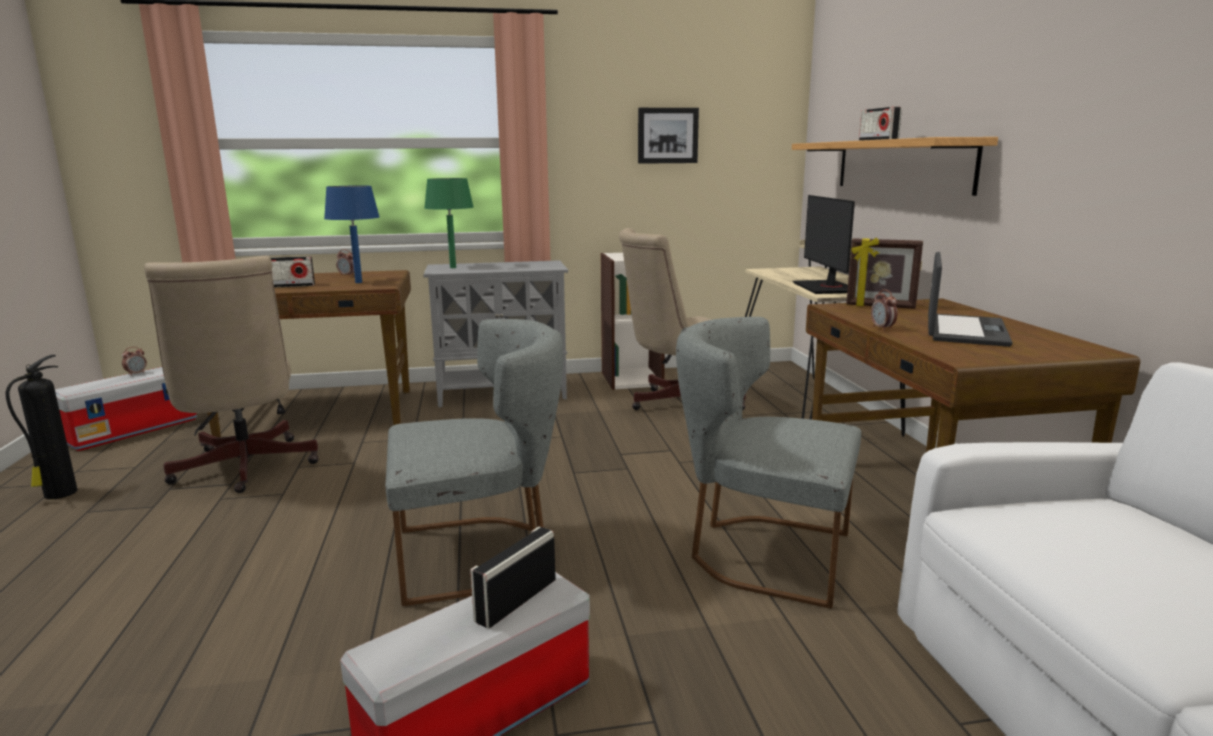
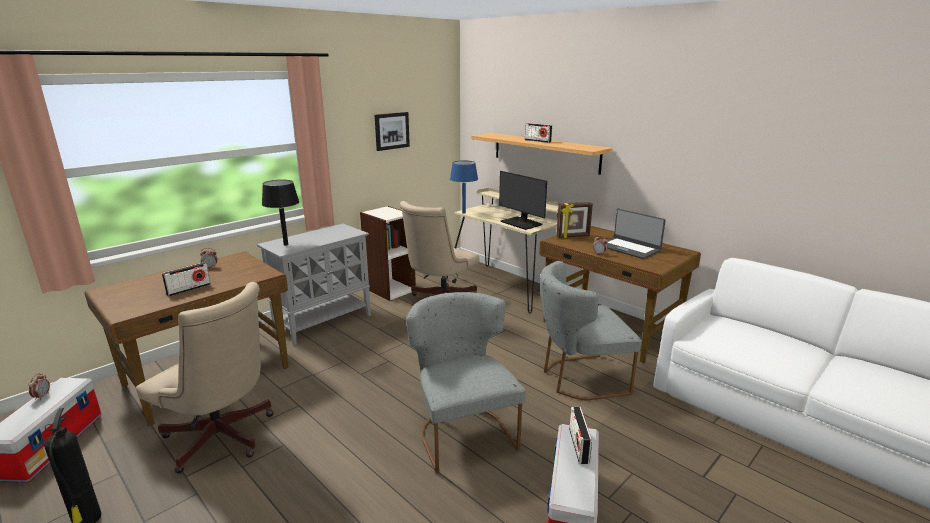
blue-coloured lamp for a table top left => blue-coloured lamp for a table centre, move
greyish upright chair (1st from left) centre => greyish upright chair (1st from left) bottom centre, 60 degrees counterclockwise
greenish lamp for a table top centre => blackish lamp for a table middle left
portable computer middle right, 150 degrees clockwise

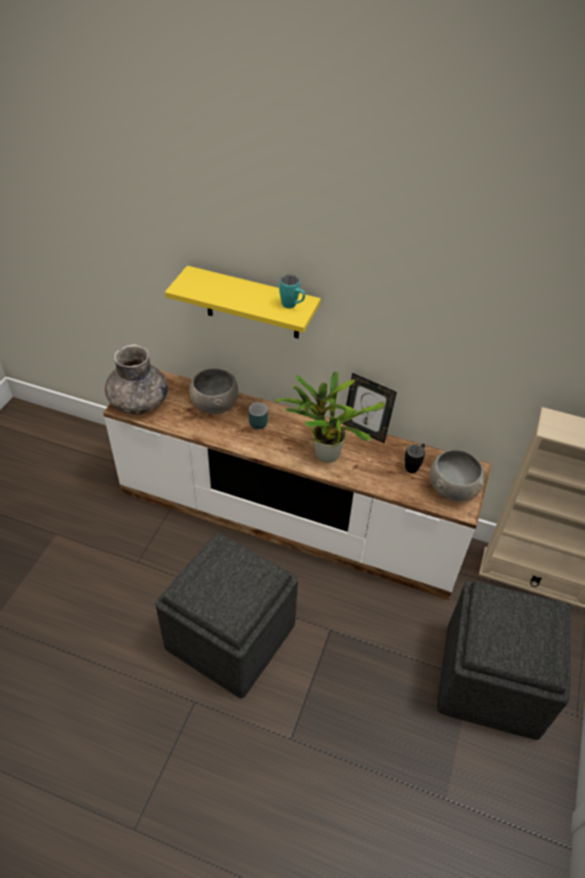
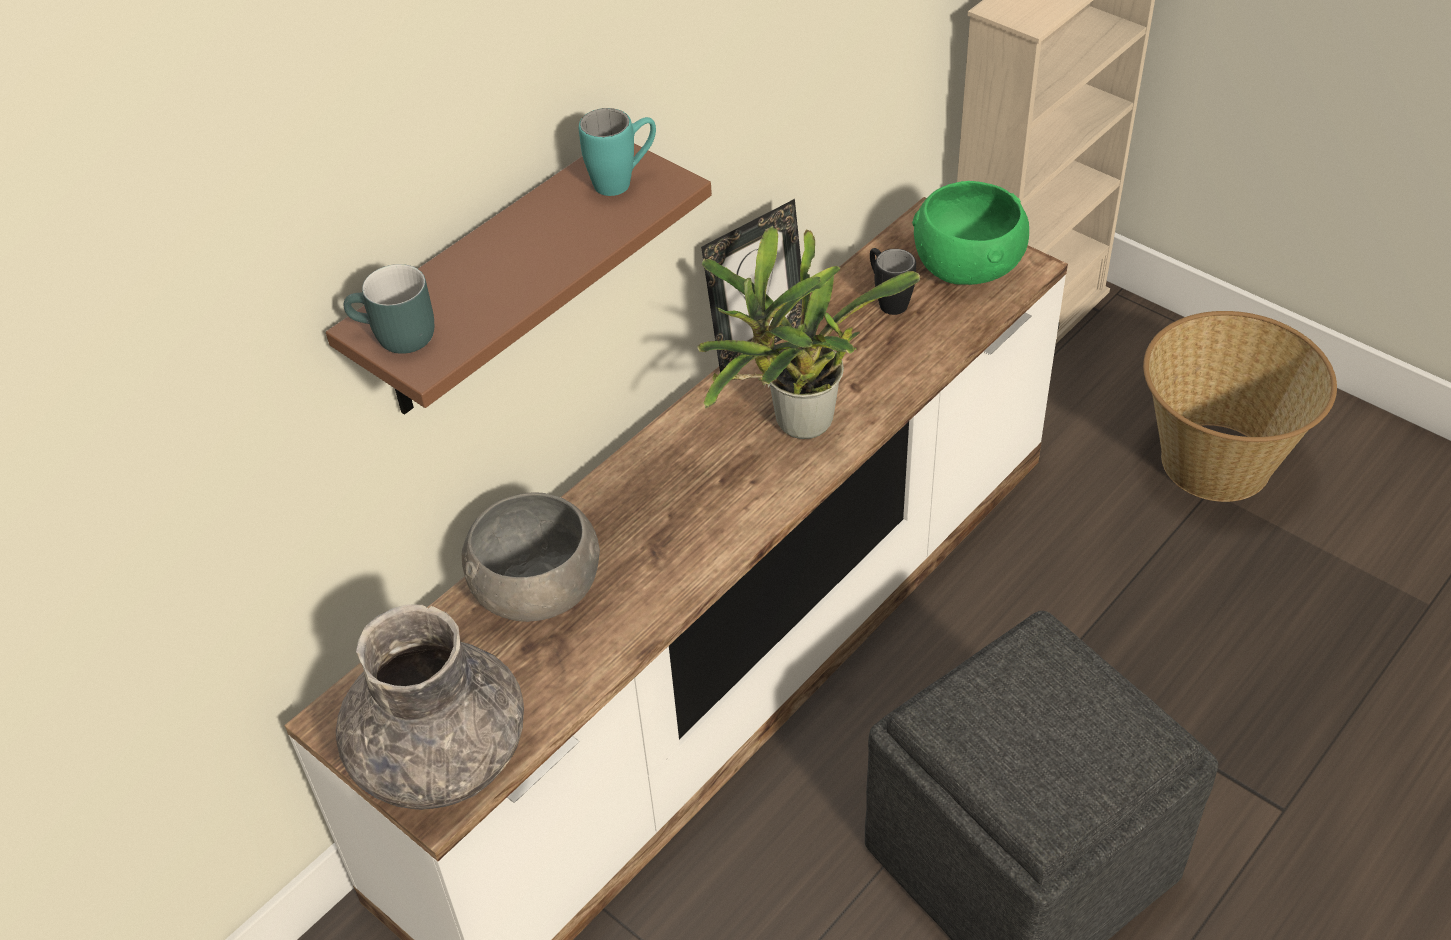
yellow-coloured shelf centre => brownish shelf top centre
turquoise-coloured mug (1st from left) centre => turquoise-coloured mug (1st from left) top left, move
greyish deep dish (2nd from left) middle right => greenish deep dish top right
greyish footrest (2nd from left) bottom right => household basket middle right

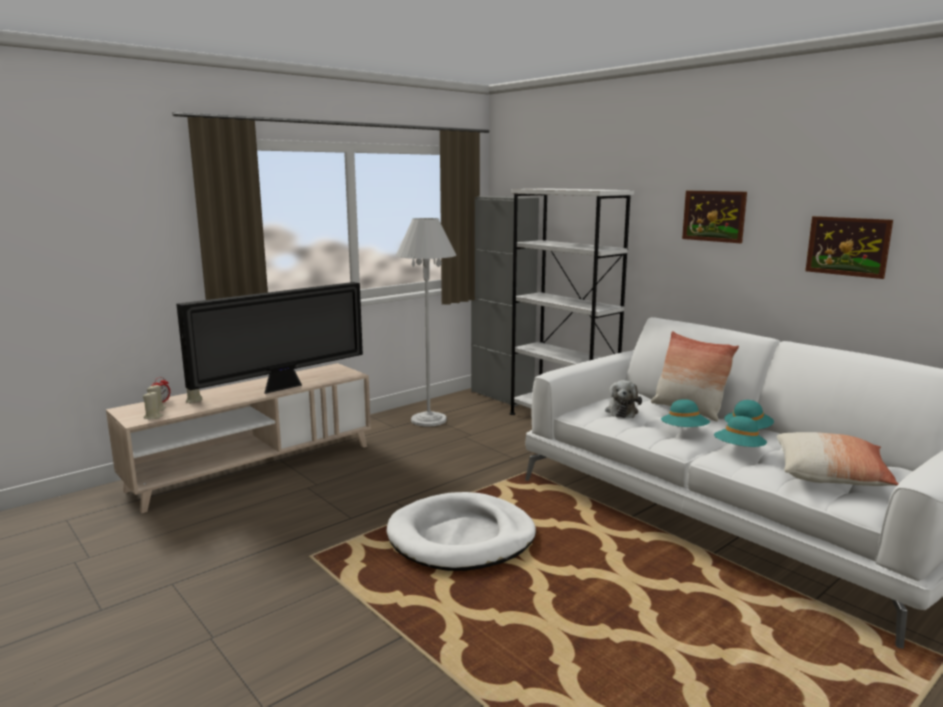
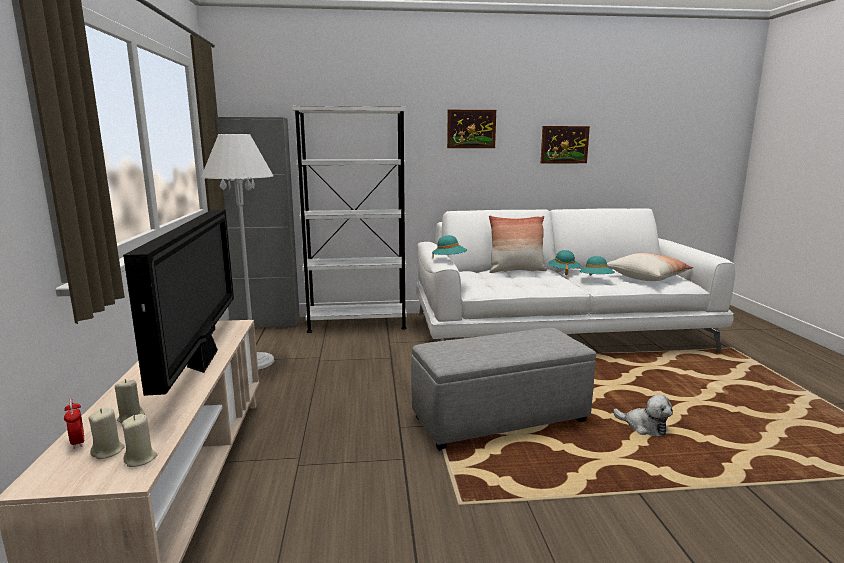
white-coloured pet bed bottom centre => greyish footrest bottom centre
soft toy centre => soft toy bottom right, move
turquoise-coloured hat (1st from left) middle right => turquoise-coloured hat (1st from left) centre, move

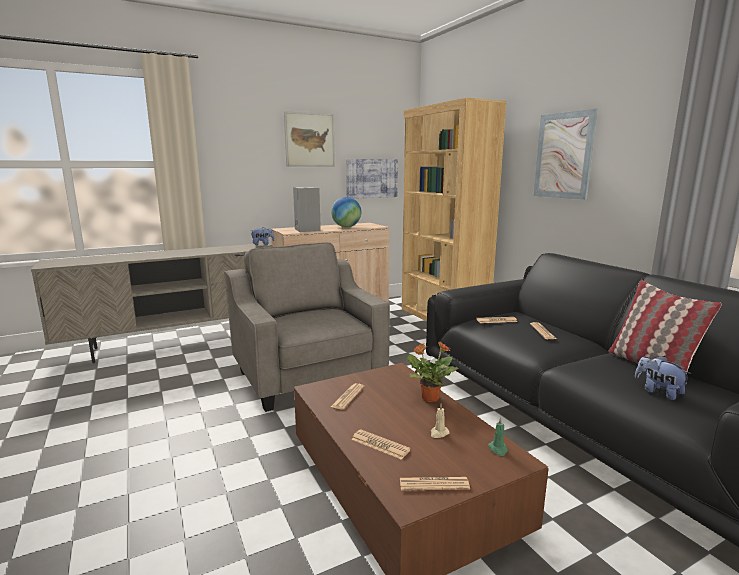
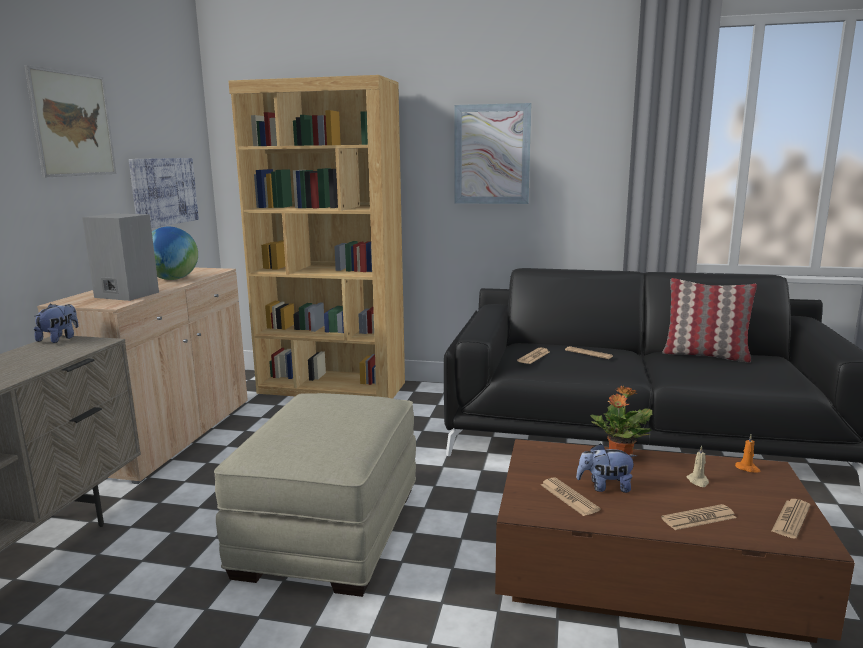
greyish lounge chair centre => sand-coloured footrest bottom centre
greenish wax light bottom right => orange-coloured wax light bottom right
soft toy (2nd from left) middle right => soft toy (2nd from left) bottom right, move

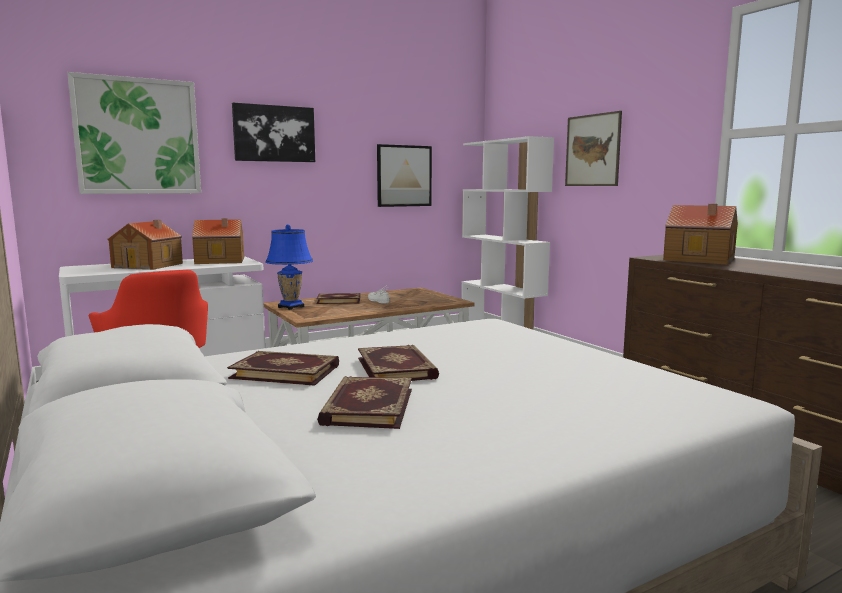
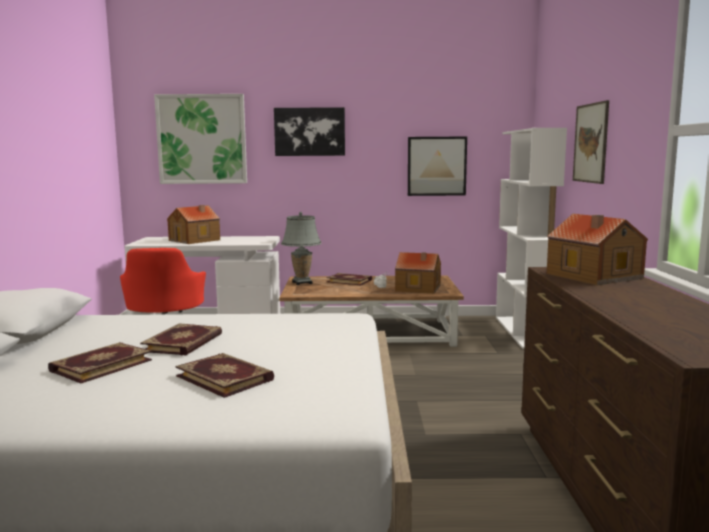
toy house (2nd from left) middle left => toy house (2nd from left) centre, move
bound book (1st from left in the first image) centre => bound book (3rd from left) bottom left, move
blue-coloured lamp for a table centre => greyish lamp for a table centre

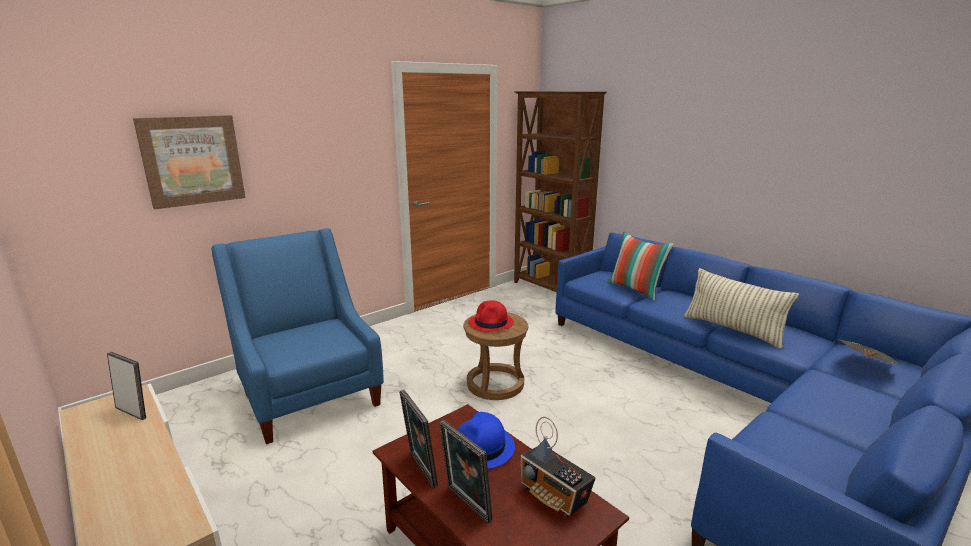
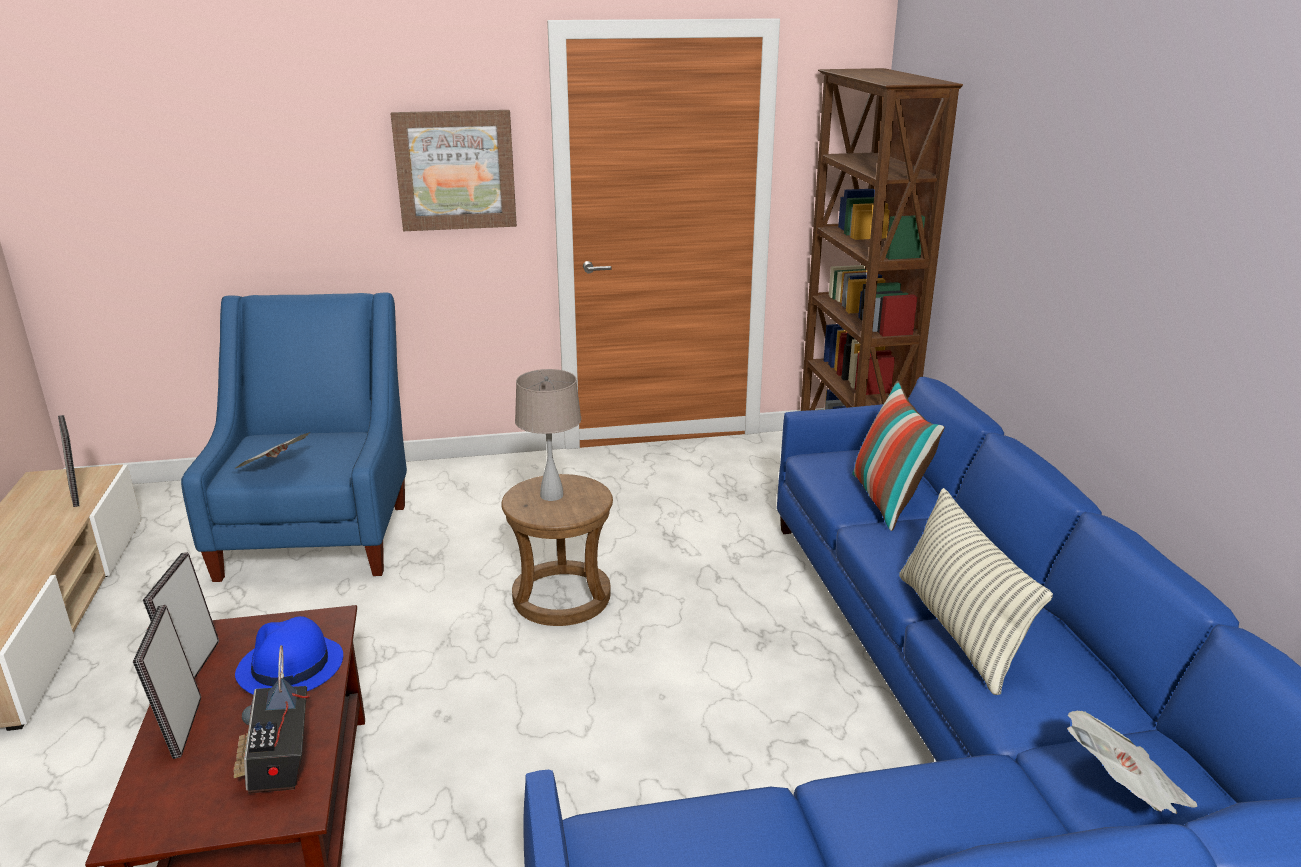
wall picture top left => wall picture top centre, move
reddish hat centre => sand-coloured lamp for a table centre
nothing => daily paper (1st from left) middle left

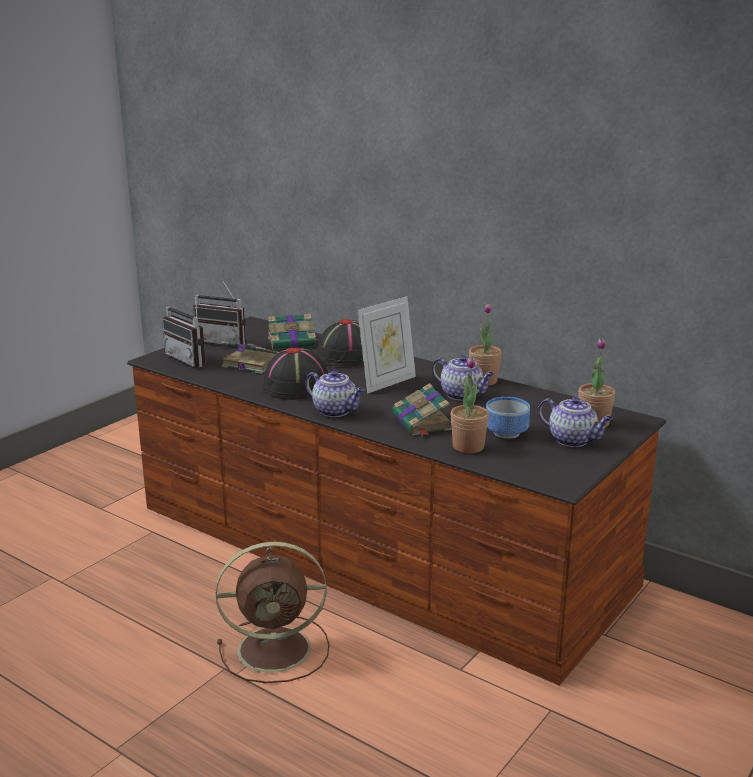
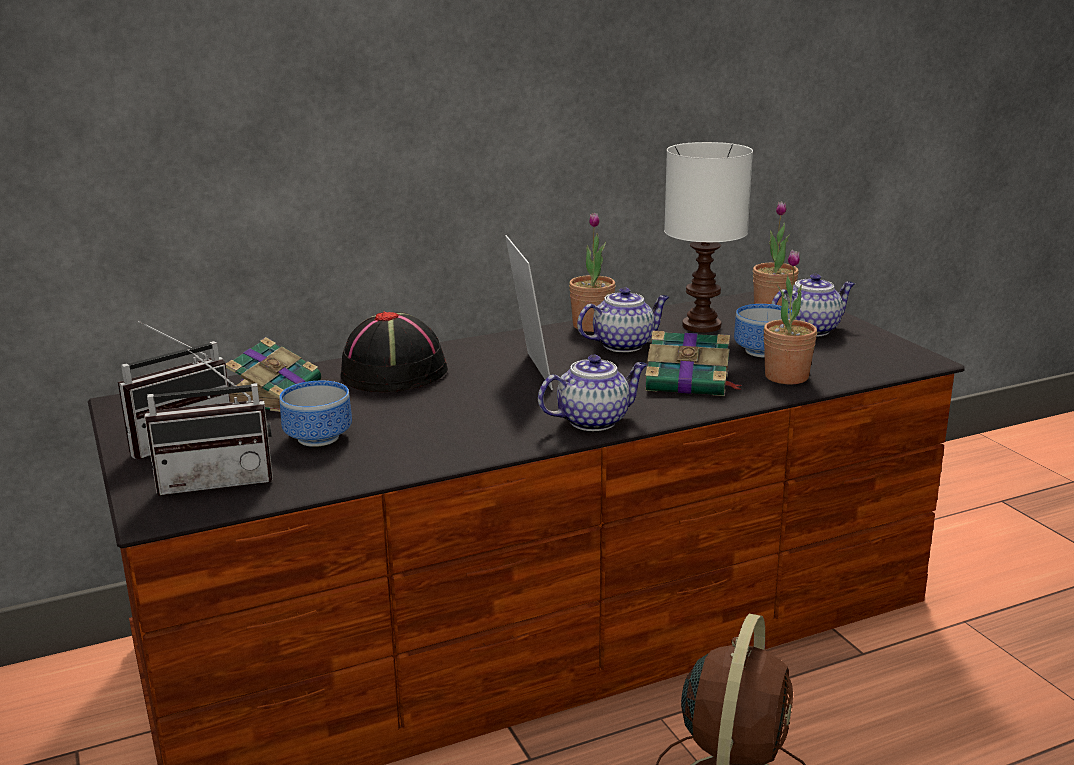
bound book (1st from left) middle left => deep dish (1st from left) middle left
blackish hat (1st from left) centre => nothing
nothing => white-coloured lamp for a table top centre

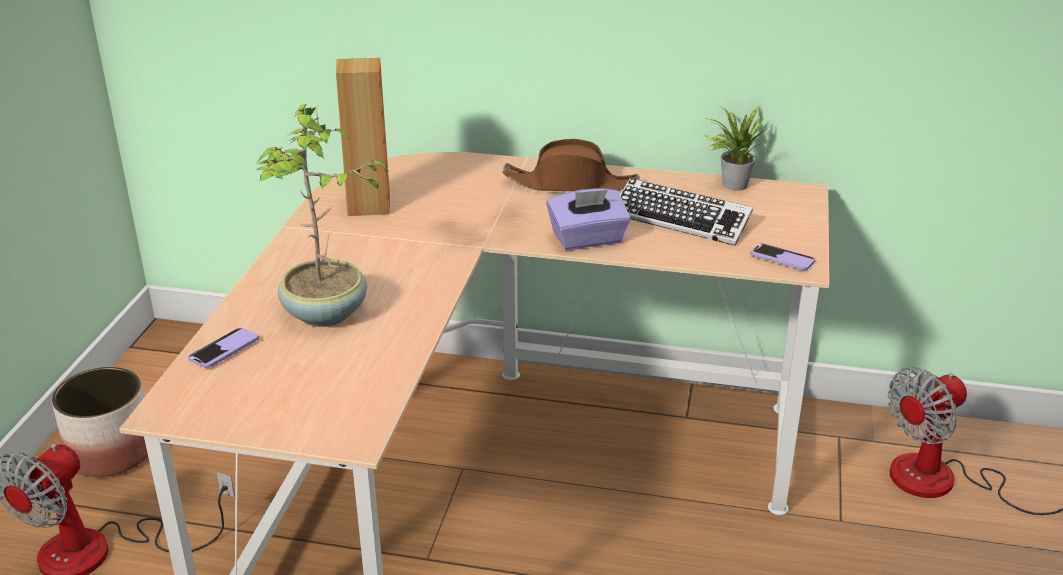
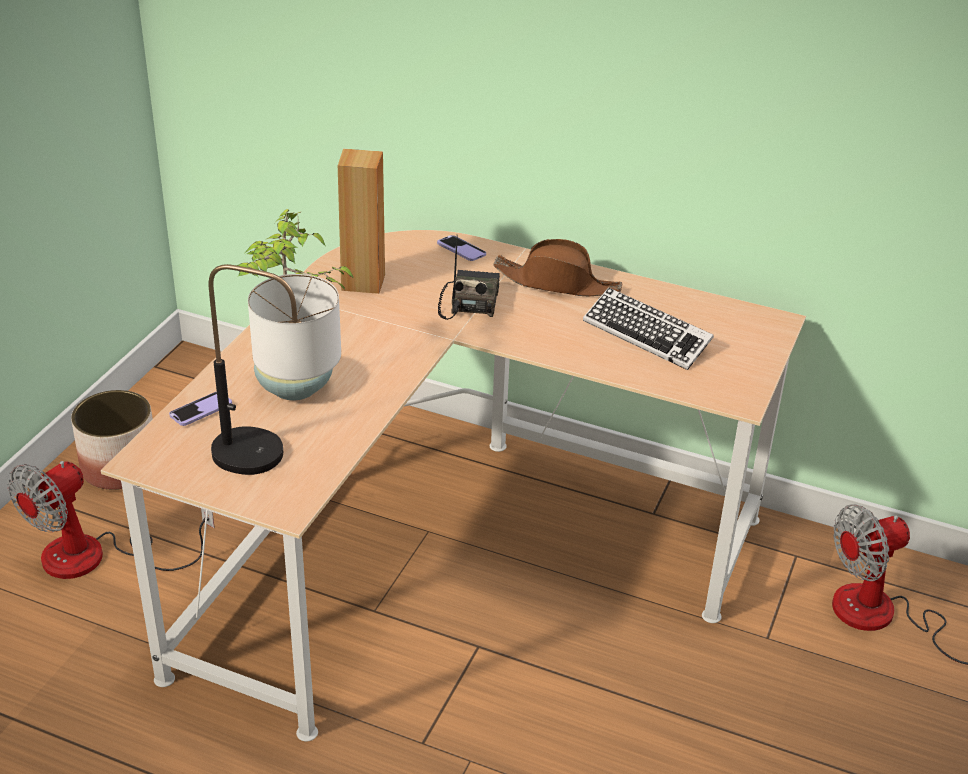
purplish box of tissues centre => nothing
houseplant (2nd from left) top right => nothing
phone (2nd from left) middle right => phone (2nd from left) top centre, move
nothing => lamp for a table middle left
nothing => radio centre

